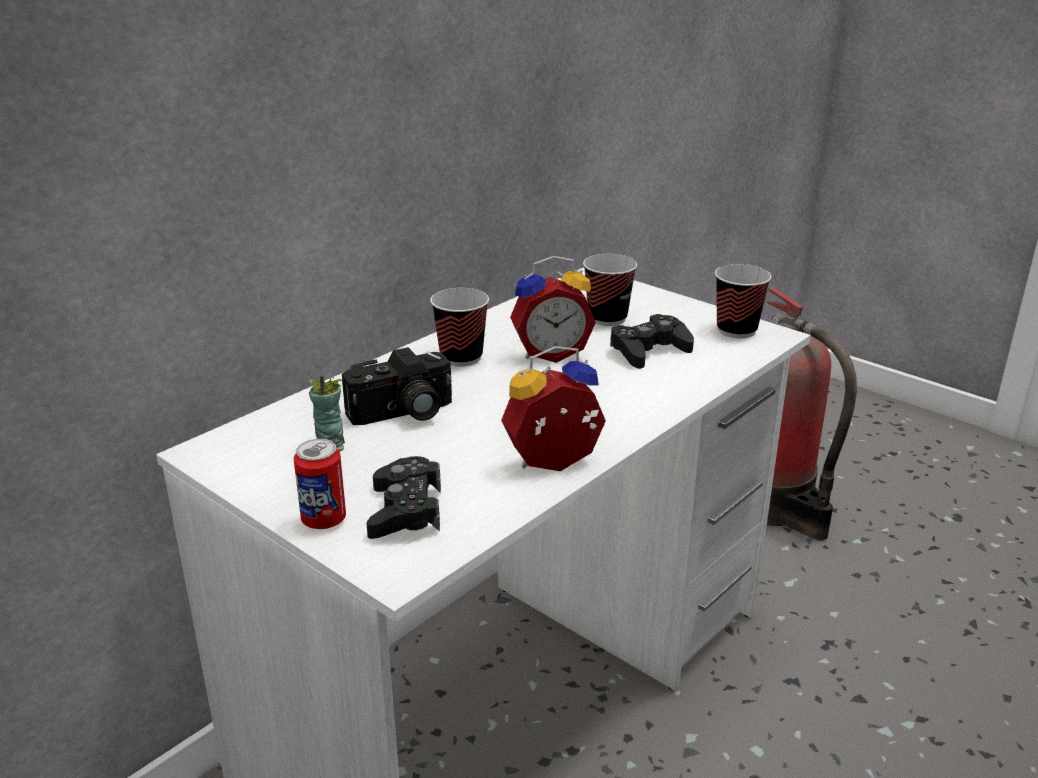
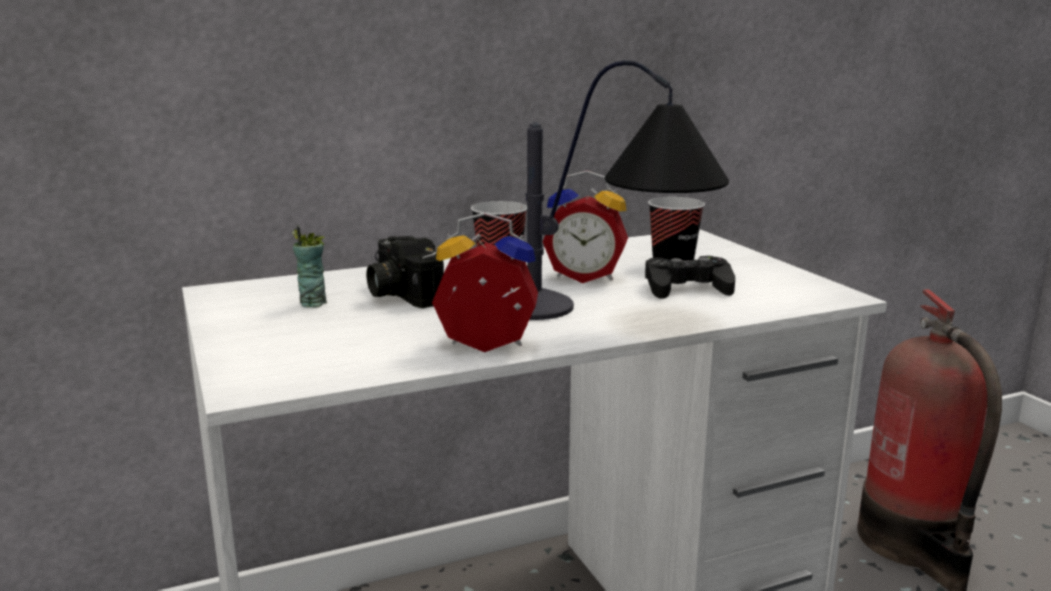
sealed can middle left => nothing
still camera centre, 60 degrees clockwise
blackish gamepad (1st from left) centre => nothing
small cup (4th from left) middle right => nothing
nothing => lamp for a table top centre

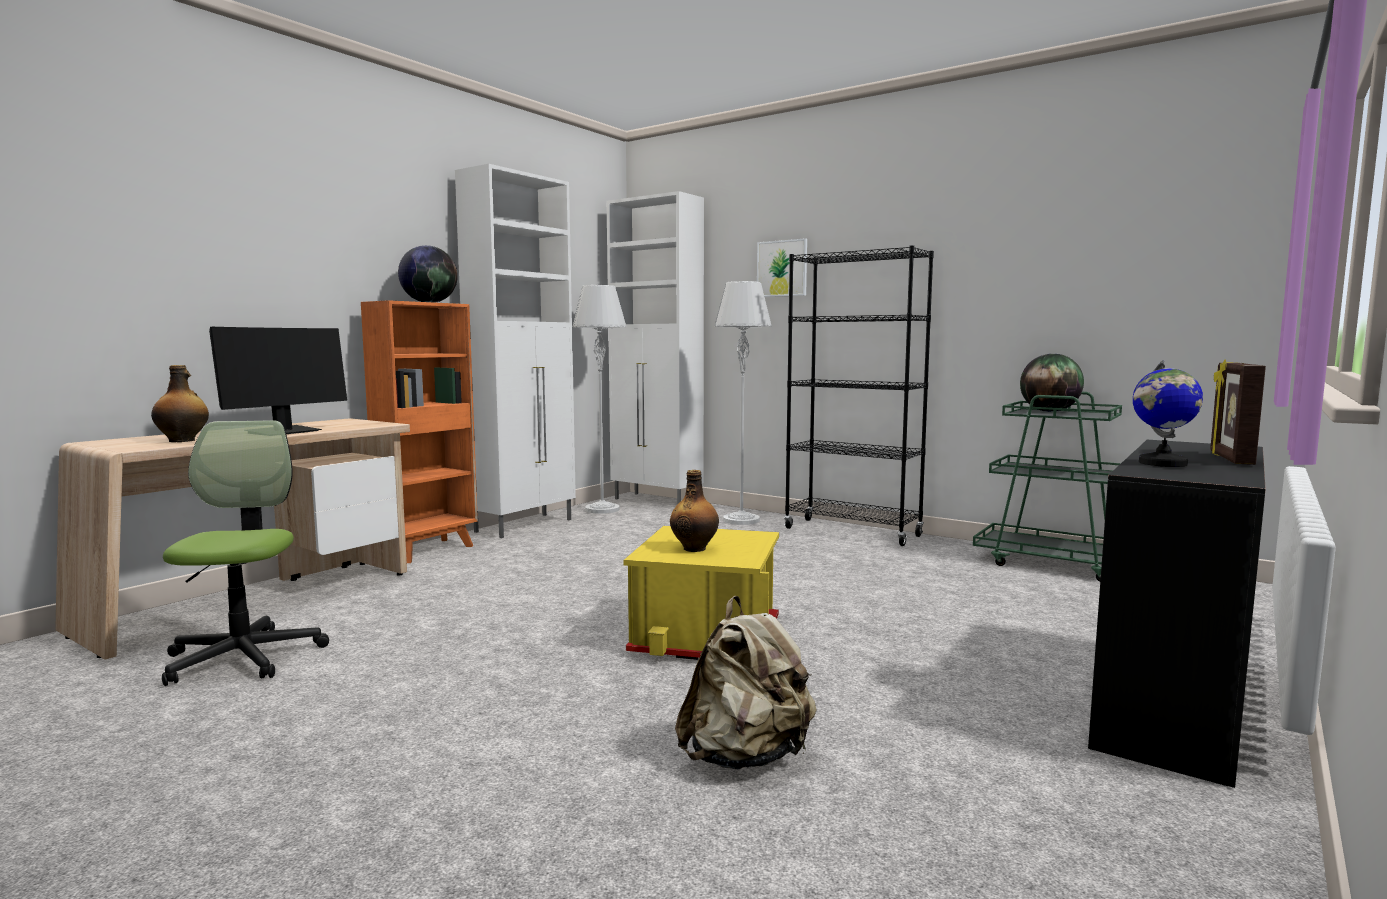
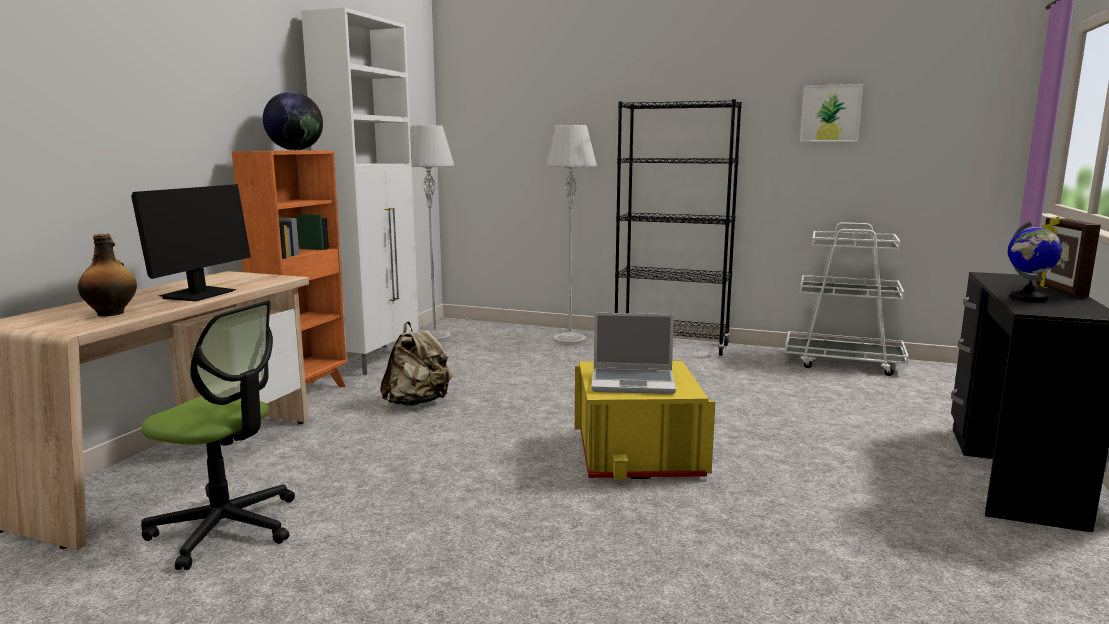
desk chair middle left => desk chair bottom left, 135 degrees clockwise
white-coloured cabinet (2nd from left) centre => nothing
bottle (2nd from left) centre => portable computer centre
sand-coloured rucksack bottom centre => sand-coloured rucksack centre, move
wall picture top centre => wall picture top right, move
greenish cart middle right => white-coloured cart middle right
world globe (2nd from left) middle right => nothing

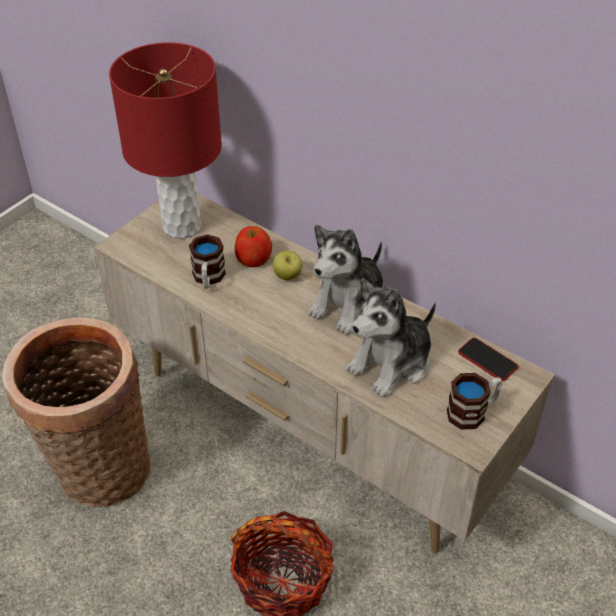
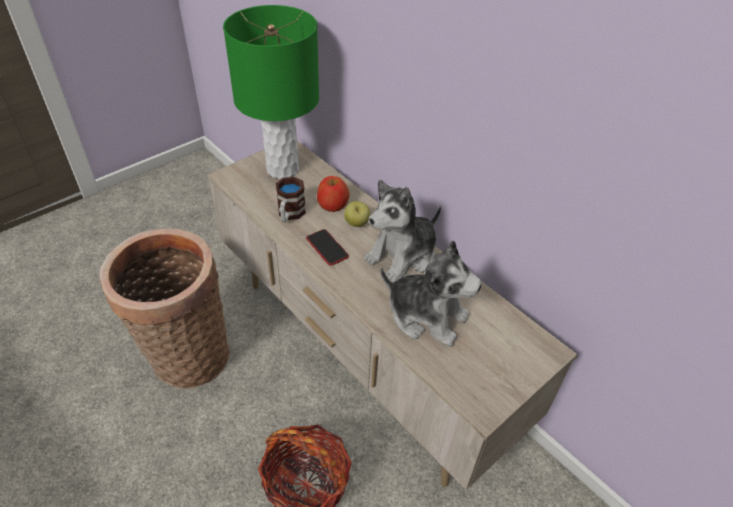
reddish lamp for a table top left => greenish lamp for a table top centre
soft toy (2nd from left) centre, 120 degrees counterclockwise
mug (2nd from left) middle right => nothing
phone middle right => phone centre, move

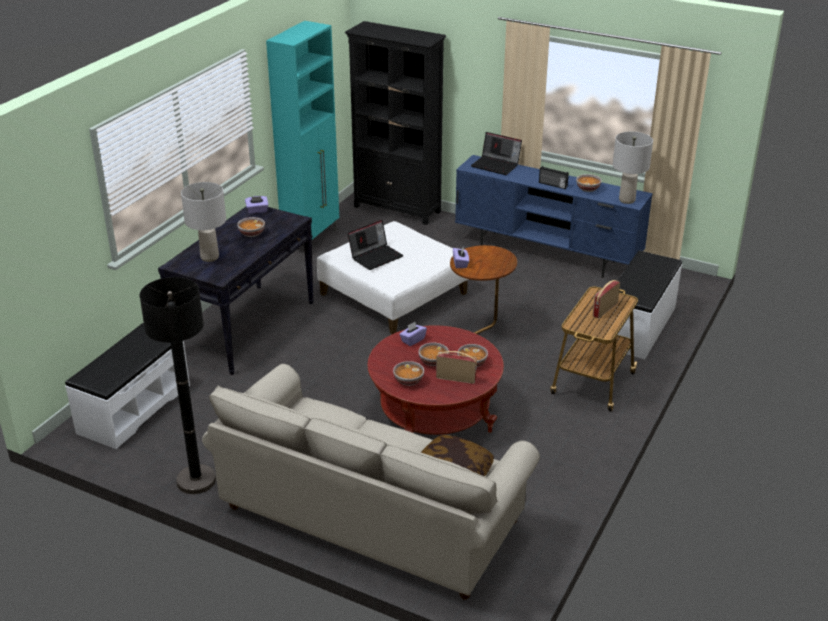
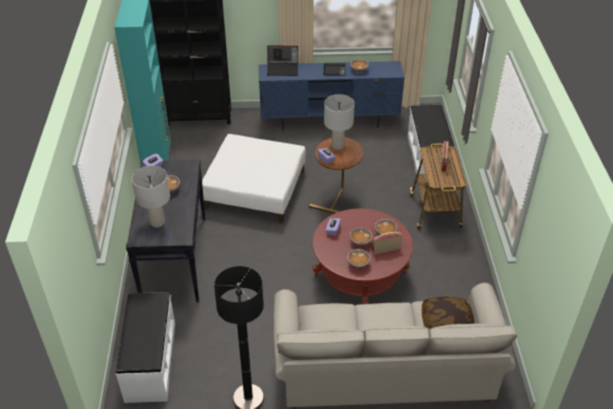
portable computer (1st from left) centre => nothing
greyish lamp for a table (2nd from left) top right => greyish lamp for a table (2nd from left) top centre, move

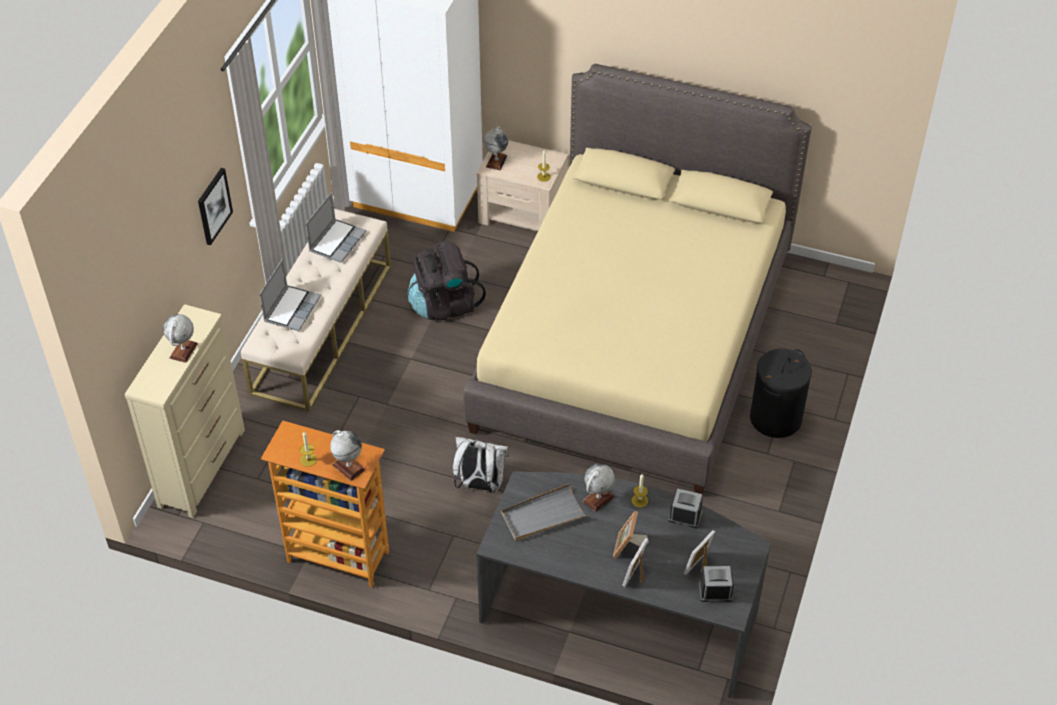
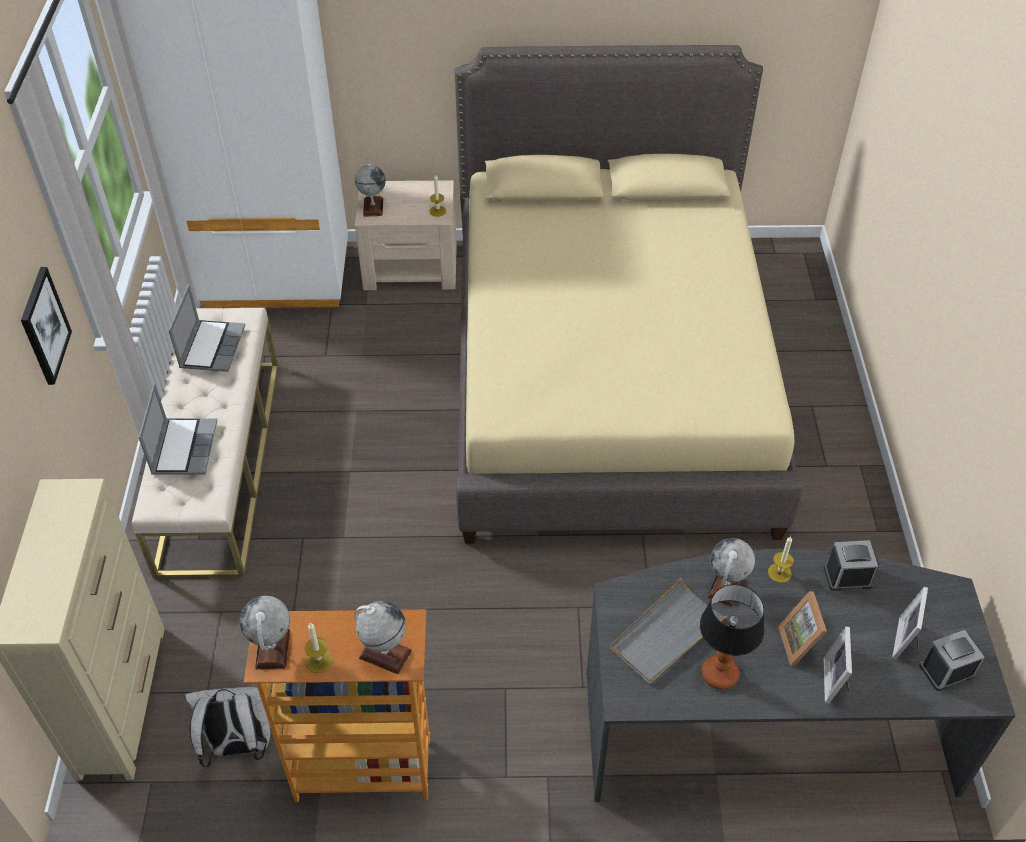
world globe (1st from left) middle left => world globe (1st from left) bottom left, move
blackish rucksack centre => nothing
white-coloured rucksack centre => white-coloured rucksack bottom left, move
blackish washing basket middle right => nothing
nothing => lamp for a table bottom right

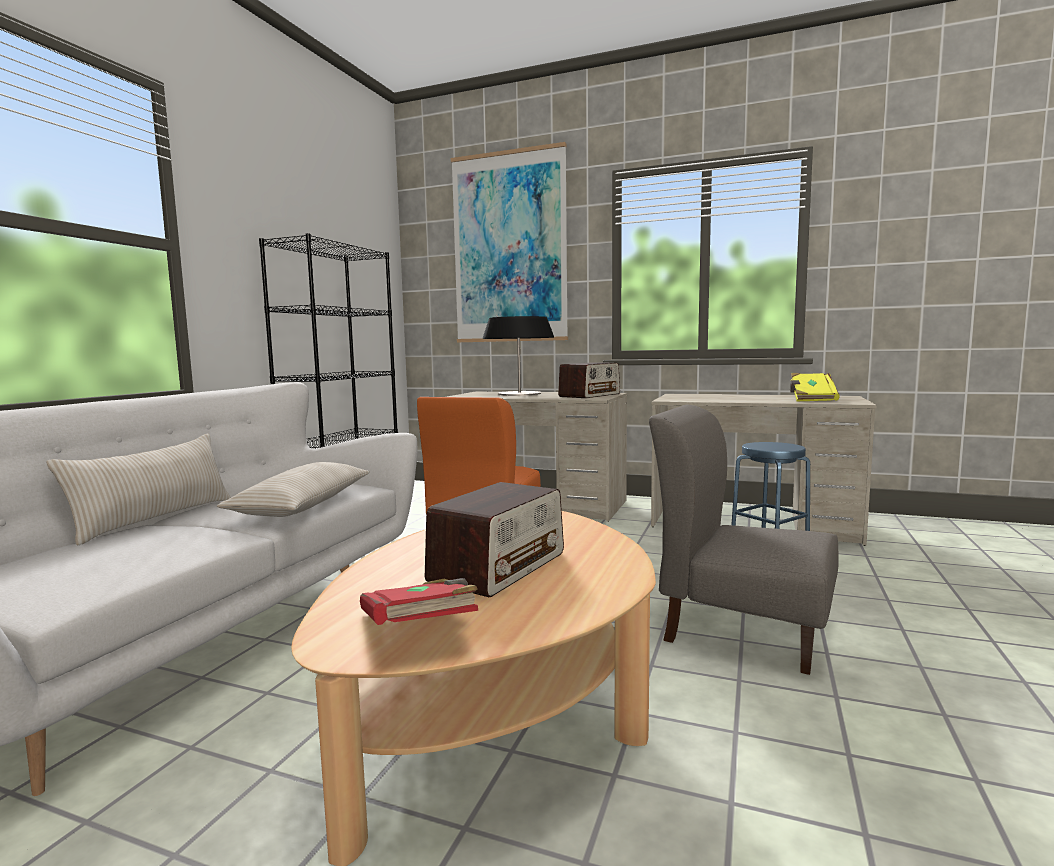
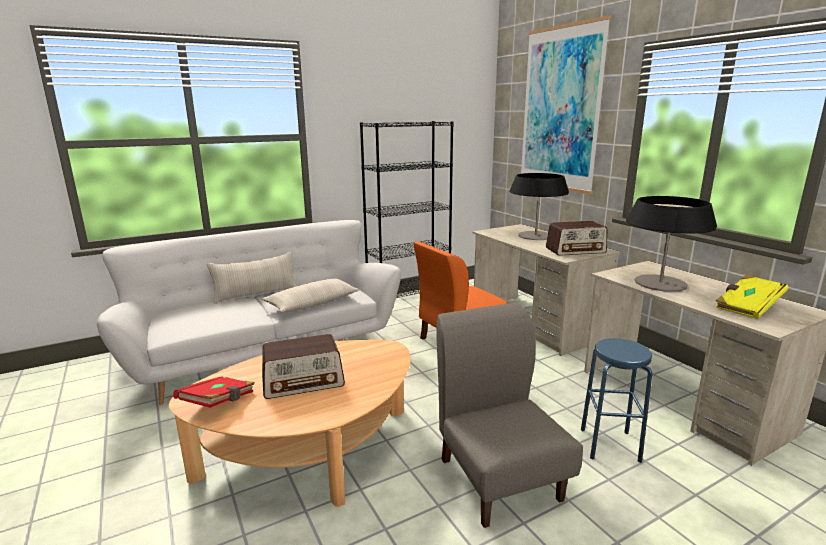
nothing => lamp for a table (2nd from left) middle right

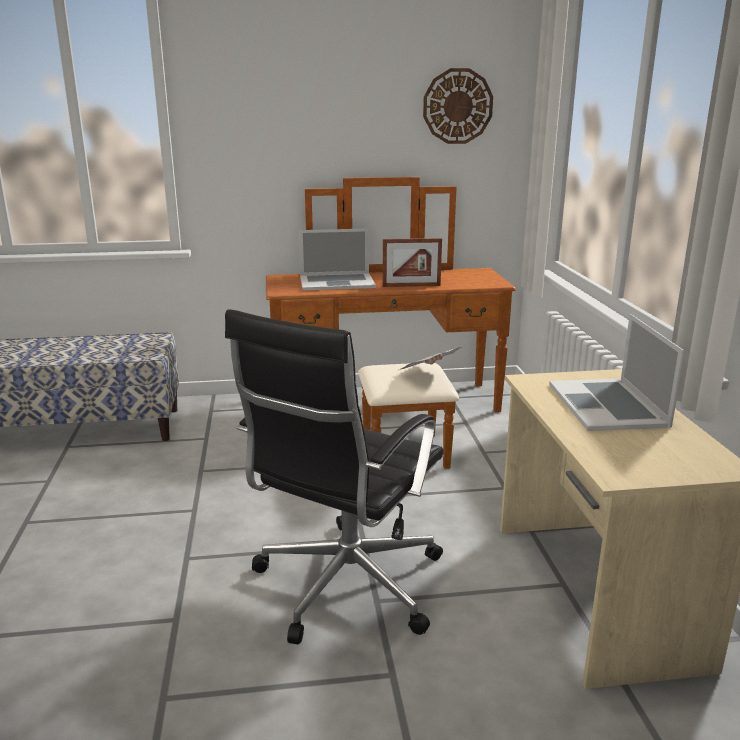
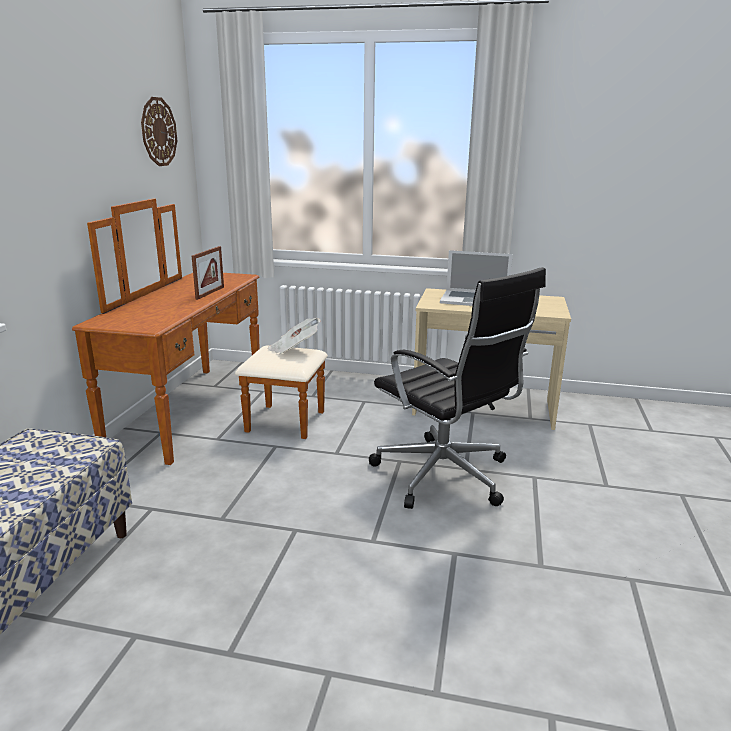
portable computer (1st from left) centre => nothing

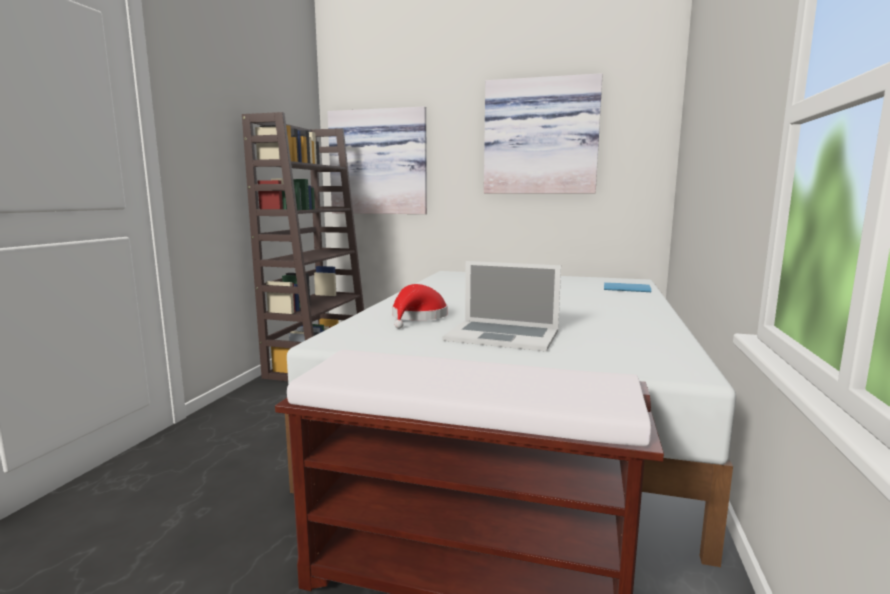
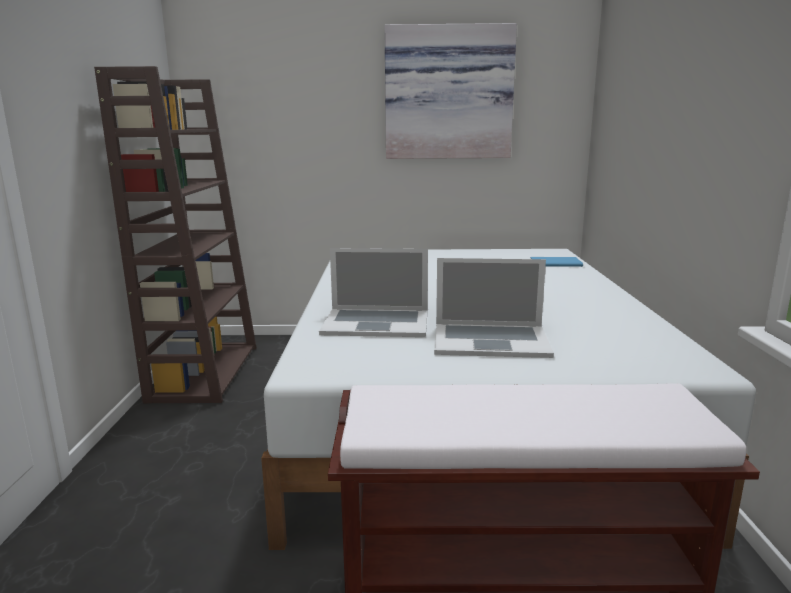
wall picture (1st from left) top centre => nothing
reddish hat centre => portable computer (1st from left) centre

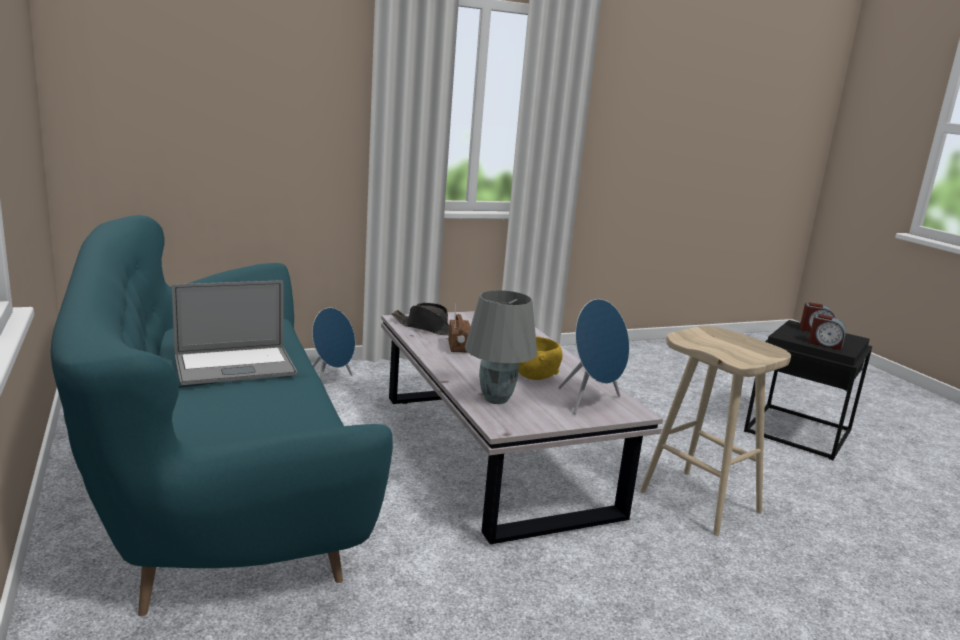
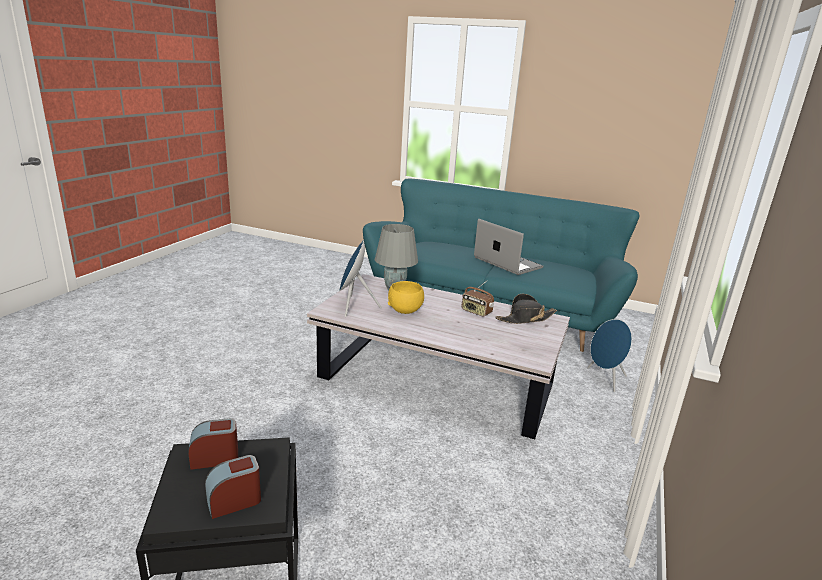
portable computer middle left => portable computer centre, 120 degrees clockwise
sand-coloured stool bottom right => nothing

